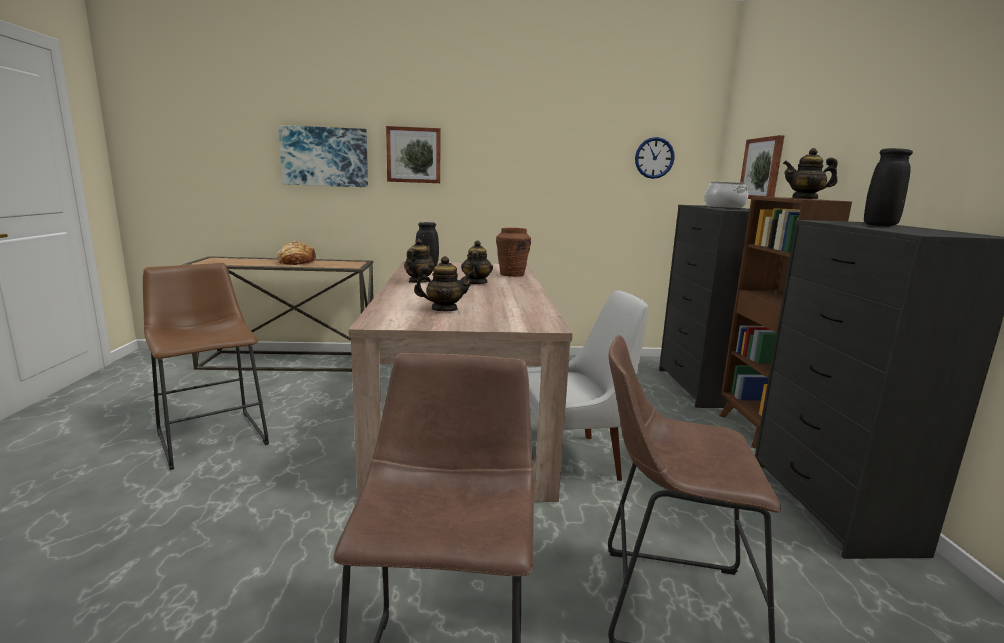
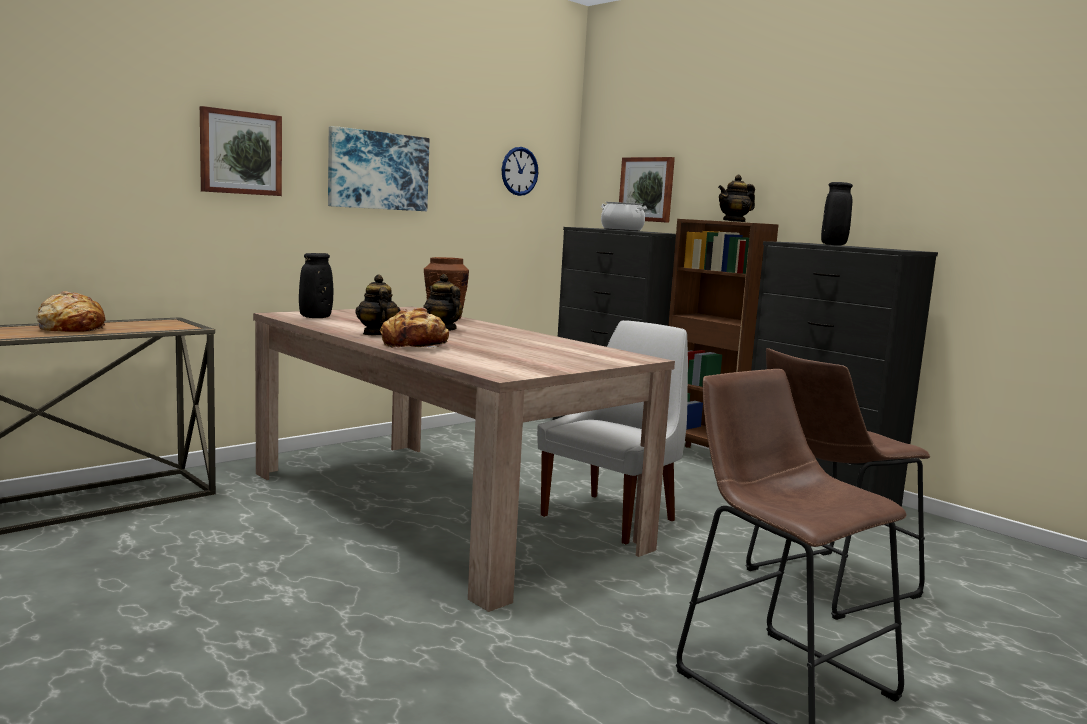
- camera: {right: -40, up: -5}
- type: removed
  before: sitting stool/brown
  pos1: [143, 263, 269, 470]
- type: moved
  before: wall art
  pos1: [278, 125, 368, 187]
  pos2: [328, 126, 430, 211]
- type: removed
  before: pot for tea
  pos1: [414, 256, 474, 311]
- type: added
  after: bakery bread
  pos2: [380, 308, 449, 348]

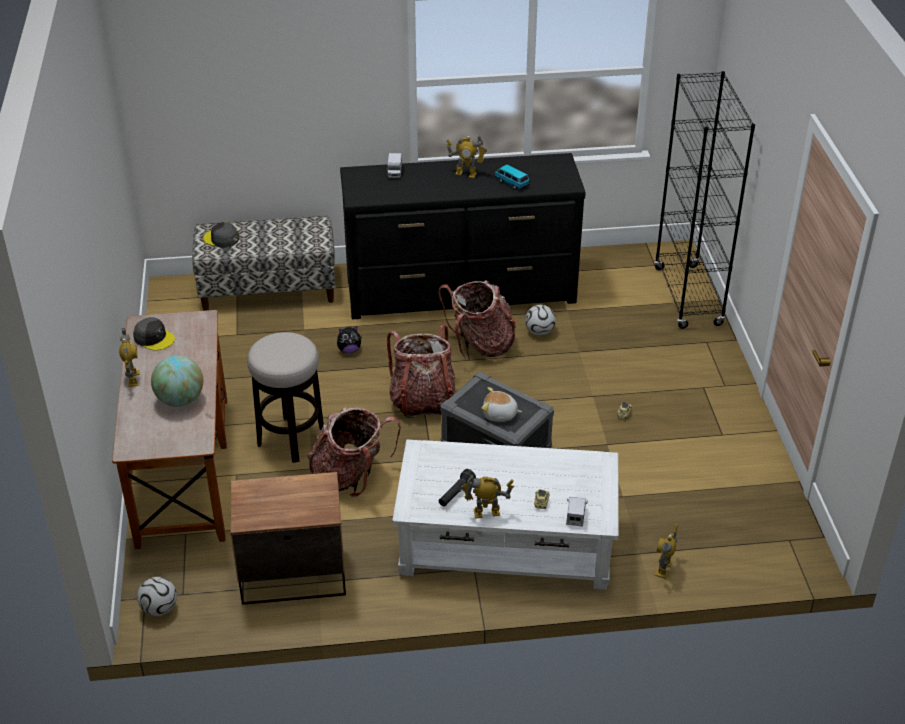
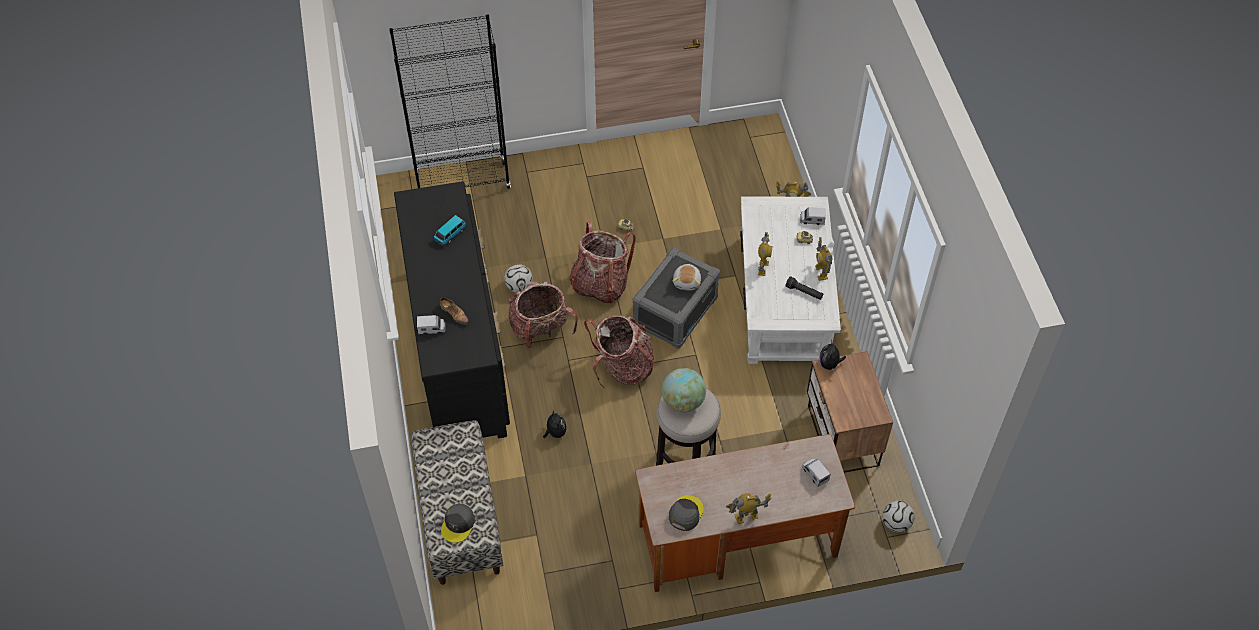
- camera: {right: -95, up: 15}
- type: moved
  before: world globe
  pos1: [151, 355, 203, 407]
  pos2: [662, 368, 706, 412]
- type: moved
  before: backpack
  pos1: [307, 407, 401, 497]
  pos2: [569, 222, 636, 304]
- type: moved
  before: toy robot
  pos1: [446, 135, 487, 178]
  pos2: [758, 232, 773, 276]
- type: added
  after: item of footwear
  pos2: [439, 297, 469, 325]
- type: added
  after: model truck
  pos2: [802, 458, 830, 487]
- type: added
  after: plush toy
  pos2: [819, 340, 846, 373]

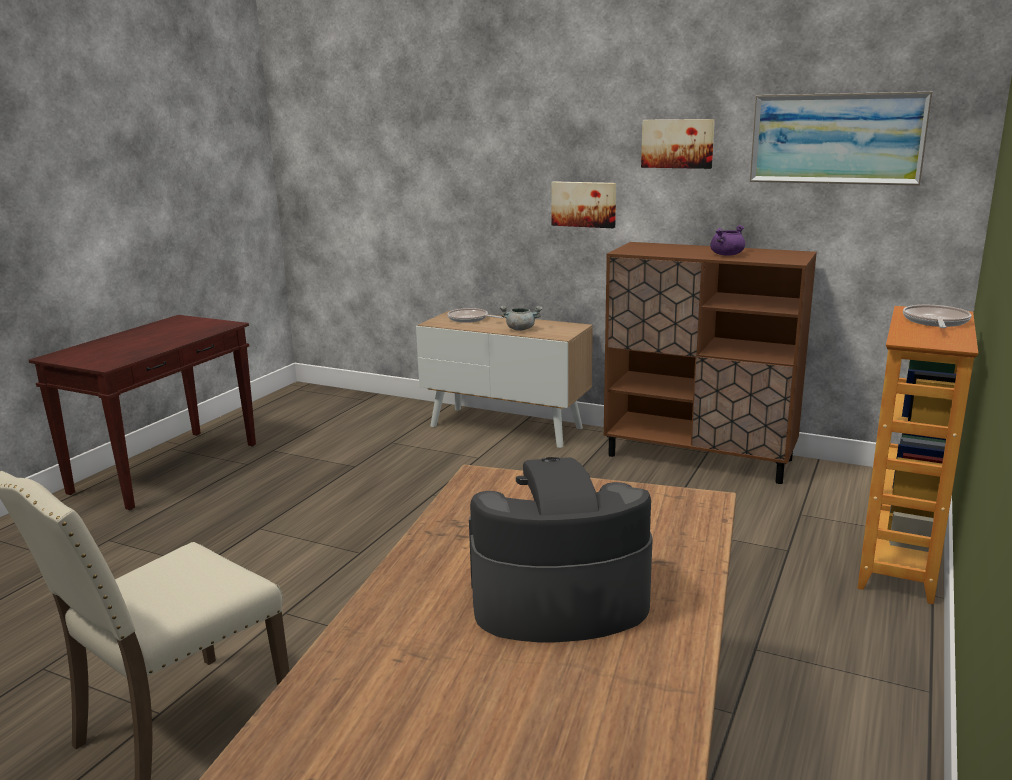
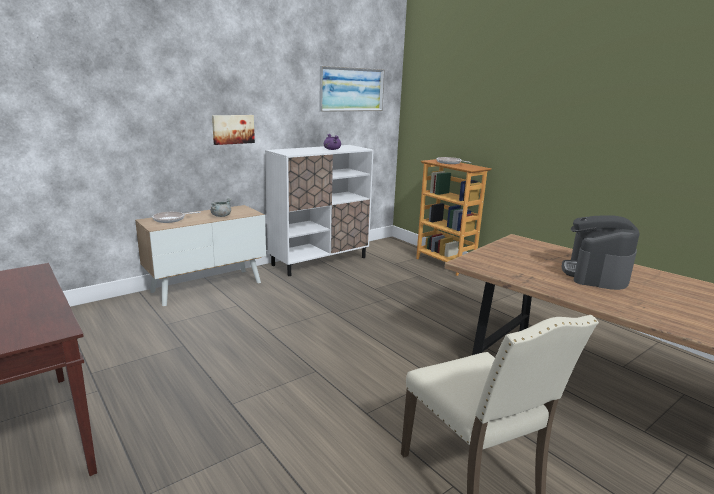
- camera: {right: -65, up: 0}
- type: recoloured
  before: storage cabinet/brown
  after: storage cabinet/whitish
  pos1: [604, 242, 817, 484]
  pos2: [265, 145, 374, 276]
- type: removed
  before: wall art
  pos1: [641, 119, 715, 169]

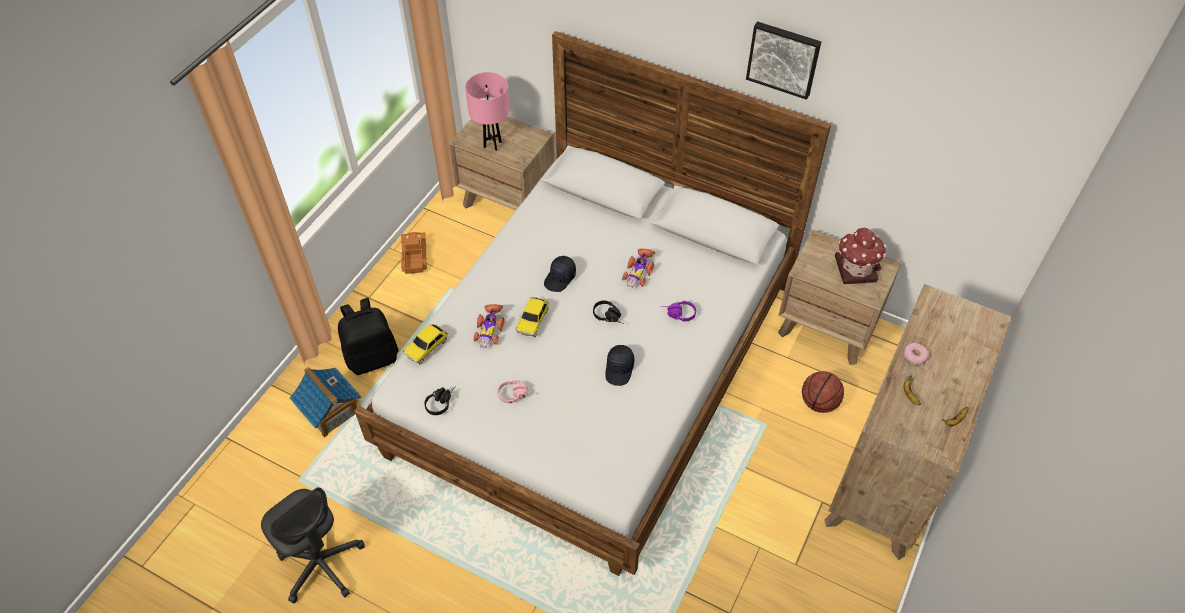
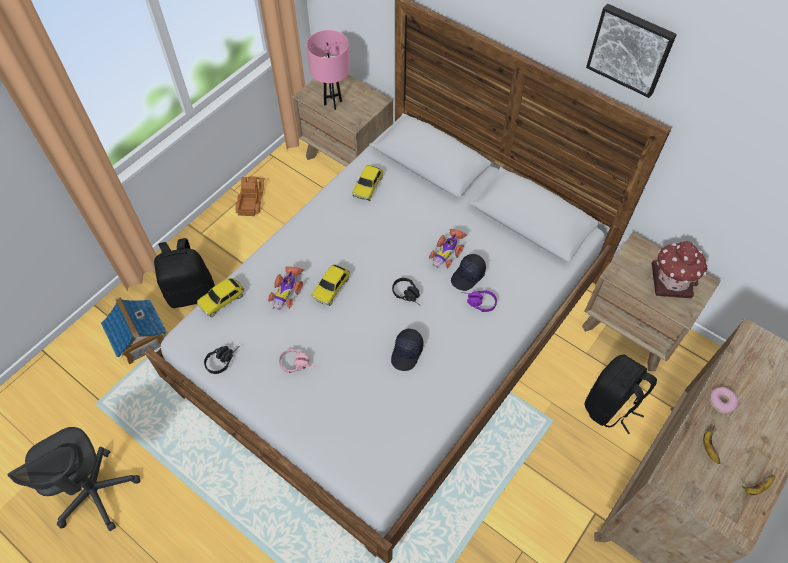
- camera: {right: 10, up: 5}
- type: moved
  before: cap/black
  pos1: [544, 256, 576, 292]
  pos2: [451, 254, 486, 291]
- type: replaced
  before: ball for basketball
  after: backpack/black
  pos1: [802, 371, 844, 413]
  pos2: [585, 355, 657, 434]
- type: added
  after: model car
  pos2: [352, 165, 383, 201]

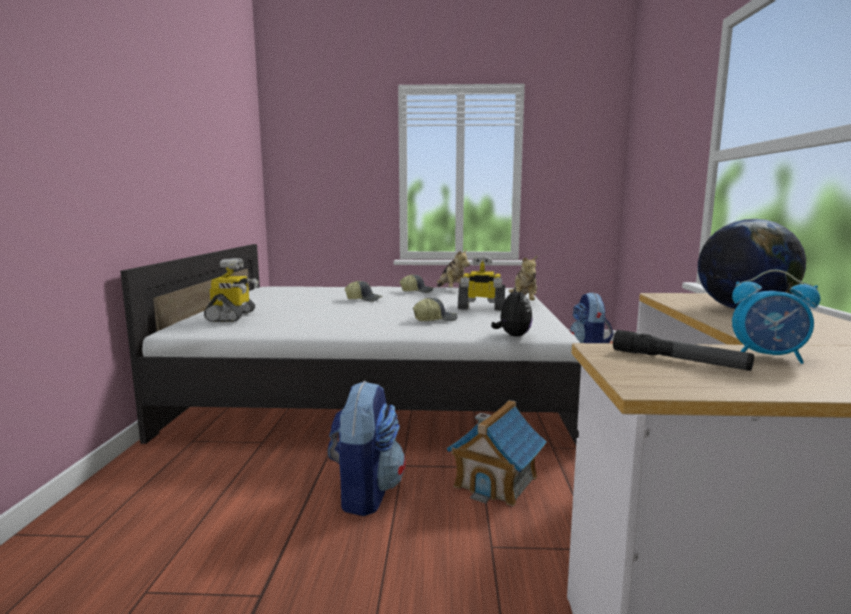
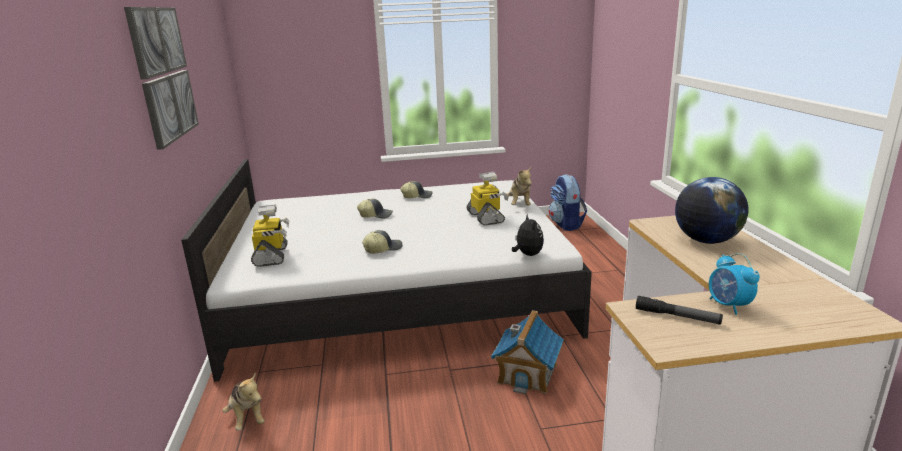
- camera: {right: -10, up: 10}
- type: removed
  before: backpack
  pos1: [328, 381, 406, 516]
- type: moved
  before: cap
  pos1: [413, 298, 458, 321]
  pos2: [362, 230, 402, 254]
- type: moved
  before: plush toy
  pos1: [437, 249, 470, 288]
  pos2: [223, 373, 265, 431]
- type: turned
  before: toy robot
  pos1: [458, 256, 505, 310]
  pos2: [467, 172, 509, 226]
  turn: -105
- type: turned
  before: alarm clock
  pos1: [732, 270, 821, 364]
  pos2: [709, 253, 760, 315]
  turn: 60
- type: added
  after: wall art
  pos2: [124, 7, 199, 150]

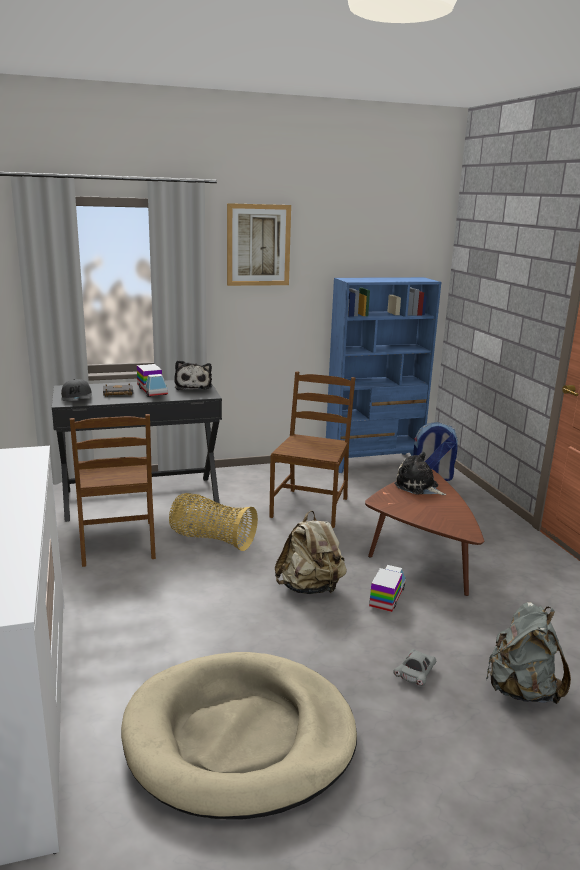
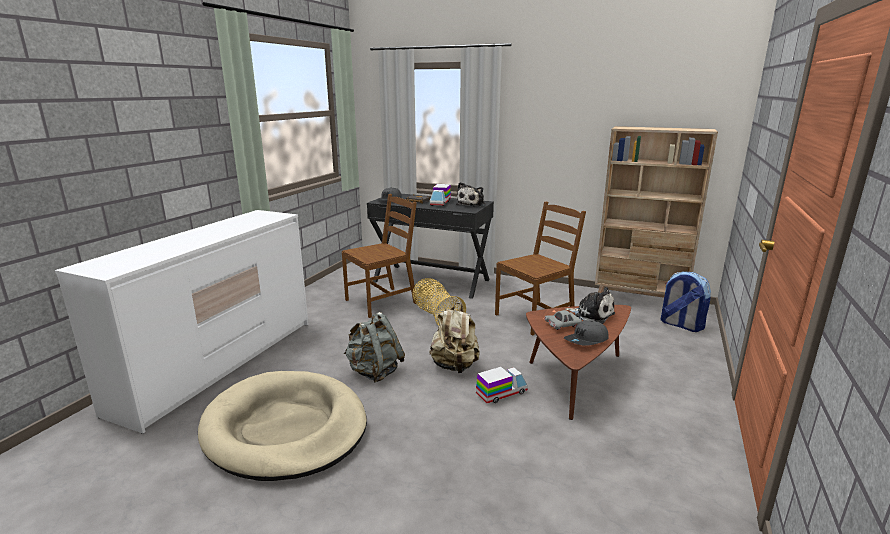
- camera: {right: 40, up: 0}
- type: turned
  before: chair/brown
  pos1: [70, 414, 156, 567]
  pos2: [342, 194, 417, 318]
  turn: -150
- type: removed
  before: wall art
  pos1: [227, 203, 291, 286]
- type: recoloured
  before: bookshelf/bluish
  after: bookshelf/beige
  pos1: [326, 277, 441, 473]
  pos2: [595, 126, 718, 297]
- type: moved
  before: model car/grey
  pos1: [393, 649, 436, 686]
  pos2: [544, 310, 582, 330]
- type: turned
  before: plush toy
  pos1: [394, 451, 446, 495]
  pos2: [565, 287, 615, 324]
  turn: 135
- type: moved
  before: backpack/grey
  pos1: [486, 602, 571, 704]
  pos2: [344, 312, 405, 382]
- type: added
  after: cap/grey
  pos2: [564, 320, 609, 346]

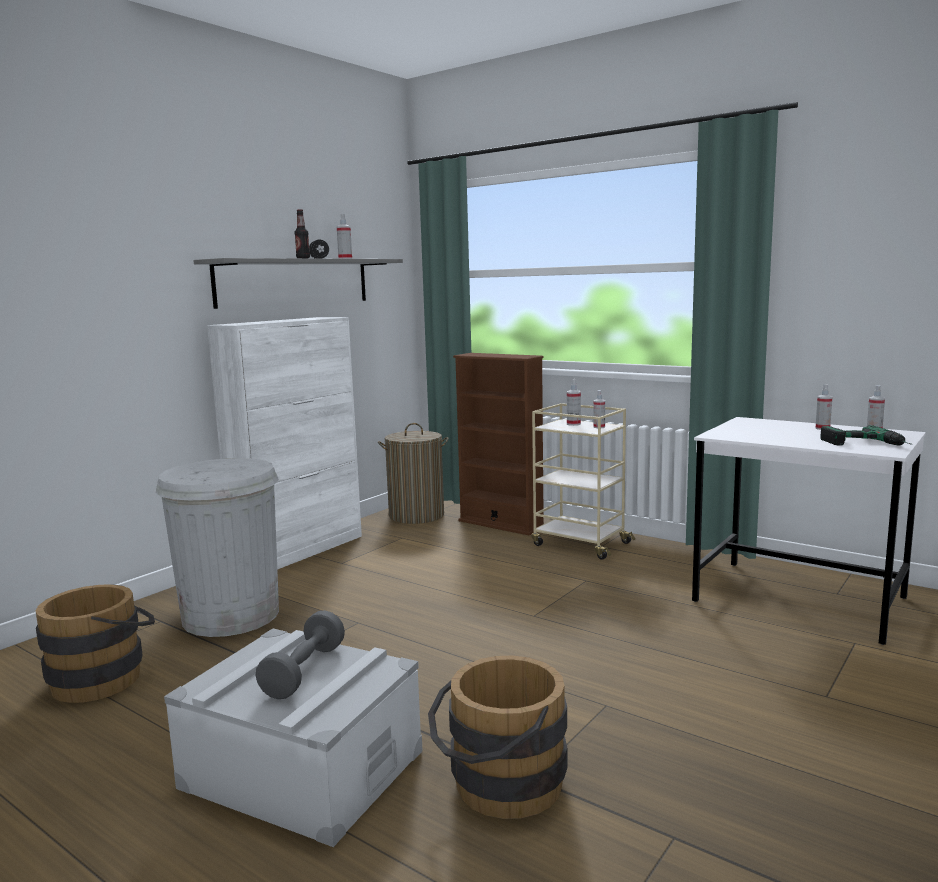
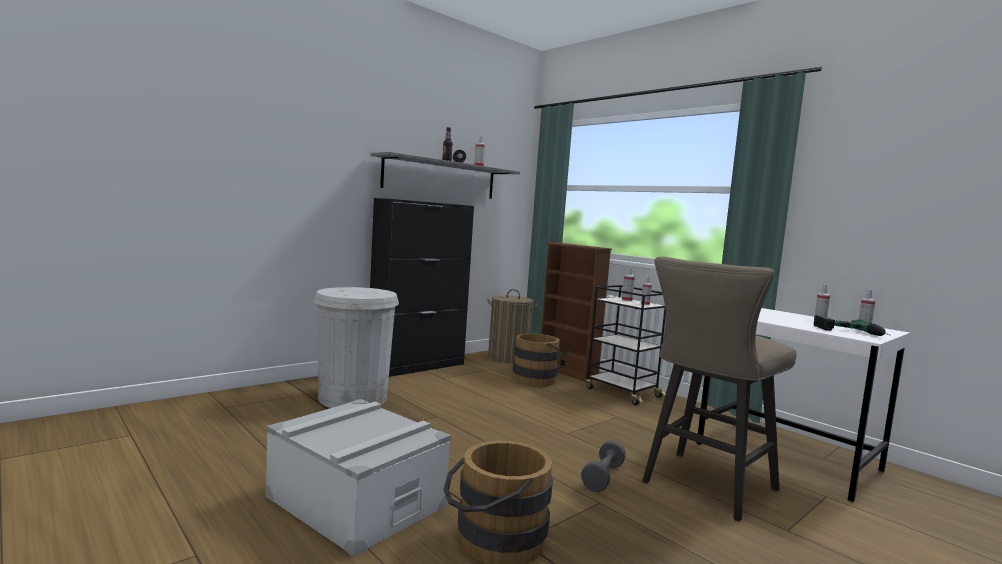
- camera: {right: 10, up: -5}
- type: moved
  before: bucket/brown
  pos1: [36, 584, 155, 703]
  pos2: [513, 333, 568, 387]
- type: recoloured
  before: storage cabinet/whitish
  after: storage cabinet/black
  pos1: [207, 317, 362, 570]
  pos2: [370, 198, 474, 377]
- type: moved
  before: dumbbell/grey
  pos1: [255, 610, 345, 699]
  pos2: [581, 440, 626, 492]
- type: recoloured
  before: cart/beige
  after: cart/black
  pos1: [532, 403, 635, 560]
  pos2: [585, 285, 666, 405]
- type: added
  after: sitting stool/beige
  pos2: [643, 256, 796, 521]

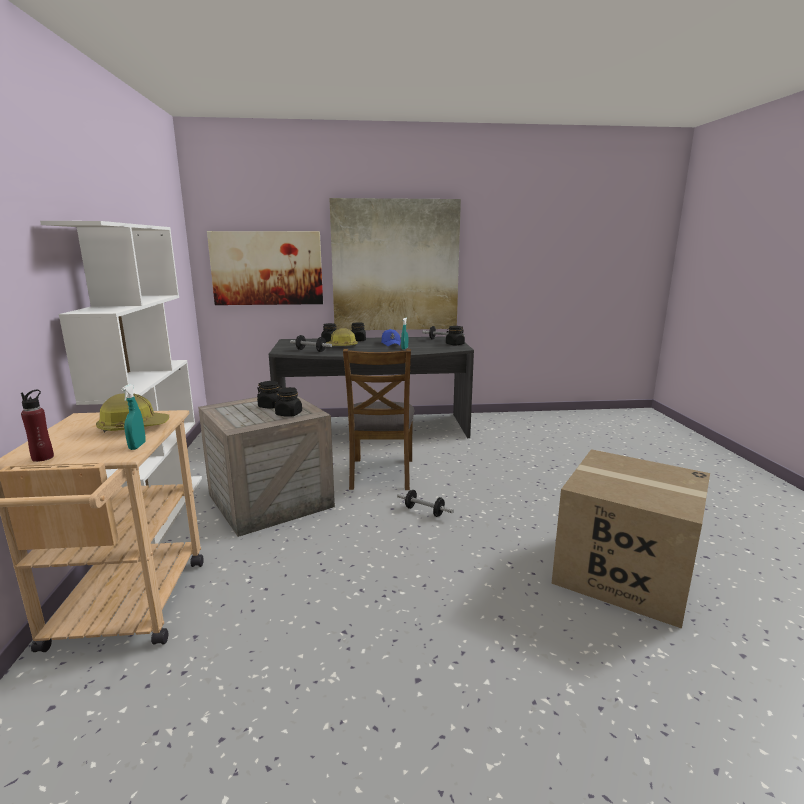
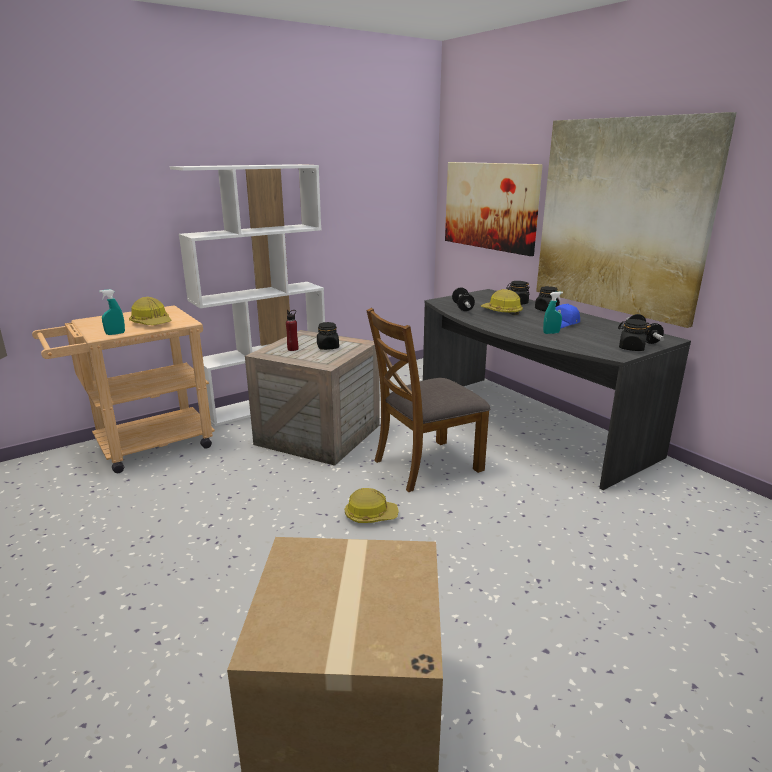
- camera: {right: 60, up: 5}
- type: moved
  before: beverage bottle/red
  pos1: [21, 390, 54, 462]
  pos2: [286, 310, 298, 351]
- type: removed
  before: preserve jar/black
  pos1: [275, 387, 302, 417]
- type: replaced
  before: dumbbell
  after: hard hat
  pos1: [397, 490, 454, 517]
  pos2: [345, 488, 398, 523]

